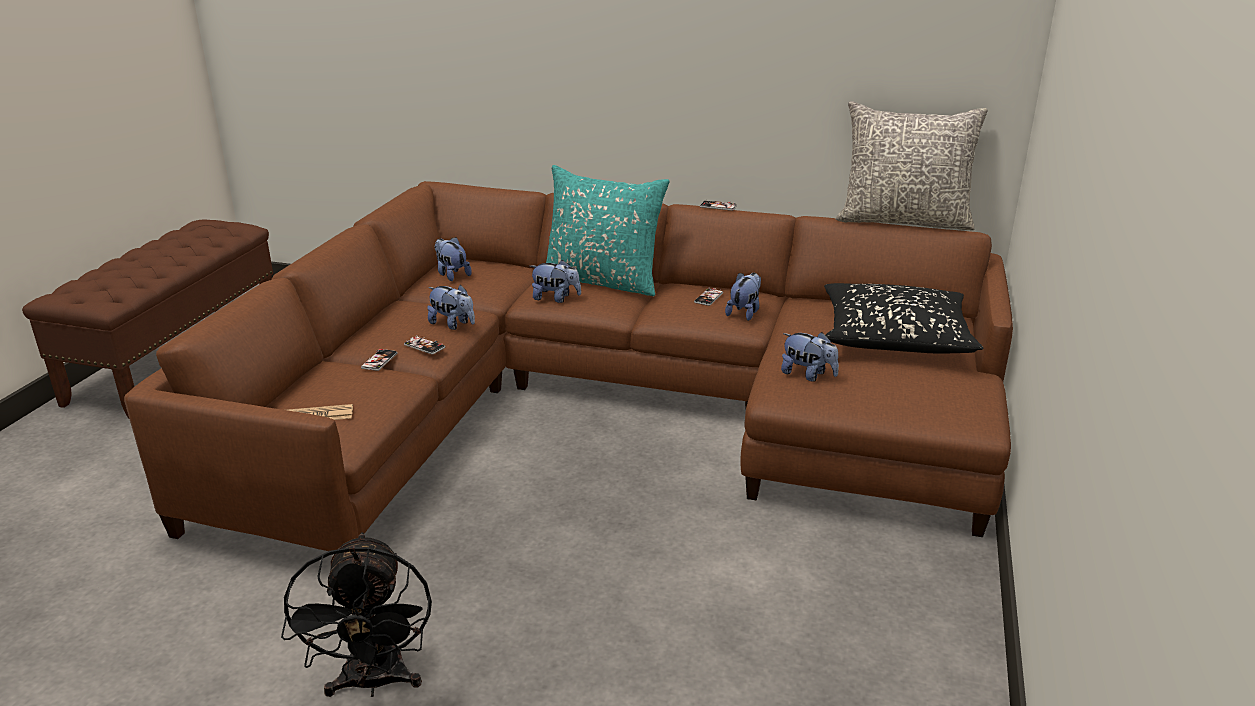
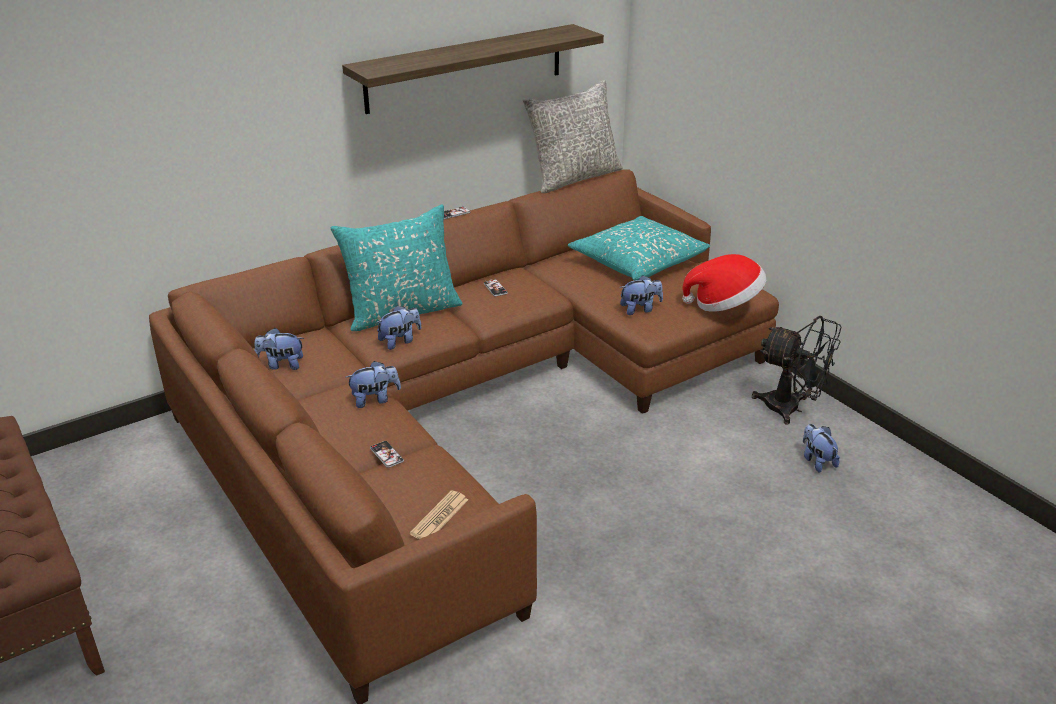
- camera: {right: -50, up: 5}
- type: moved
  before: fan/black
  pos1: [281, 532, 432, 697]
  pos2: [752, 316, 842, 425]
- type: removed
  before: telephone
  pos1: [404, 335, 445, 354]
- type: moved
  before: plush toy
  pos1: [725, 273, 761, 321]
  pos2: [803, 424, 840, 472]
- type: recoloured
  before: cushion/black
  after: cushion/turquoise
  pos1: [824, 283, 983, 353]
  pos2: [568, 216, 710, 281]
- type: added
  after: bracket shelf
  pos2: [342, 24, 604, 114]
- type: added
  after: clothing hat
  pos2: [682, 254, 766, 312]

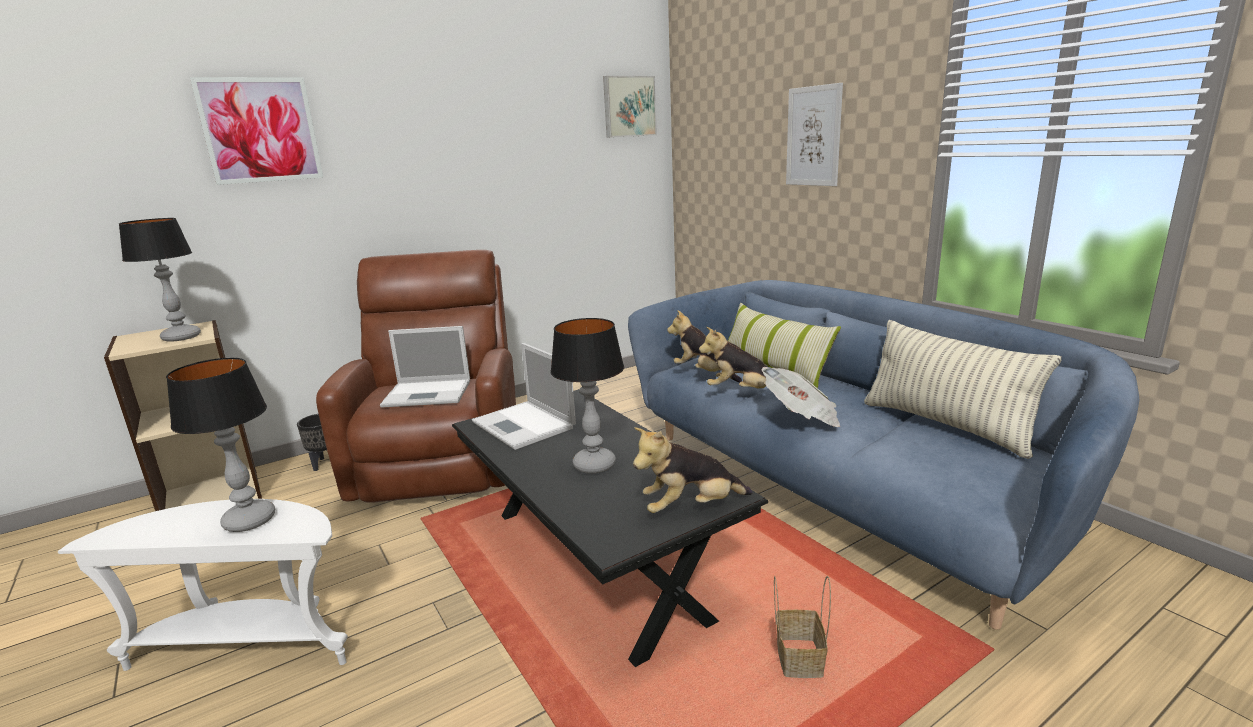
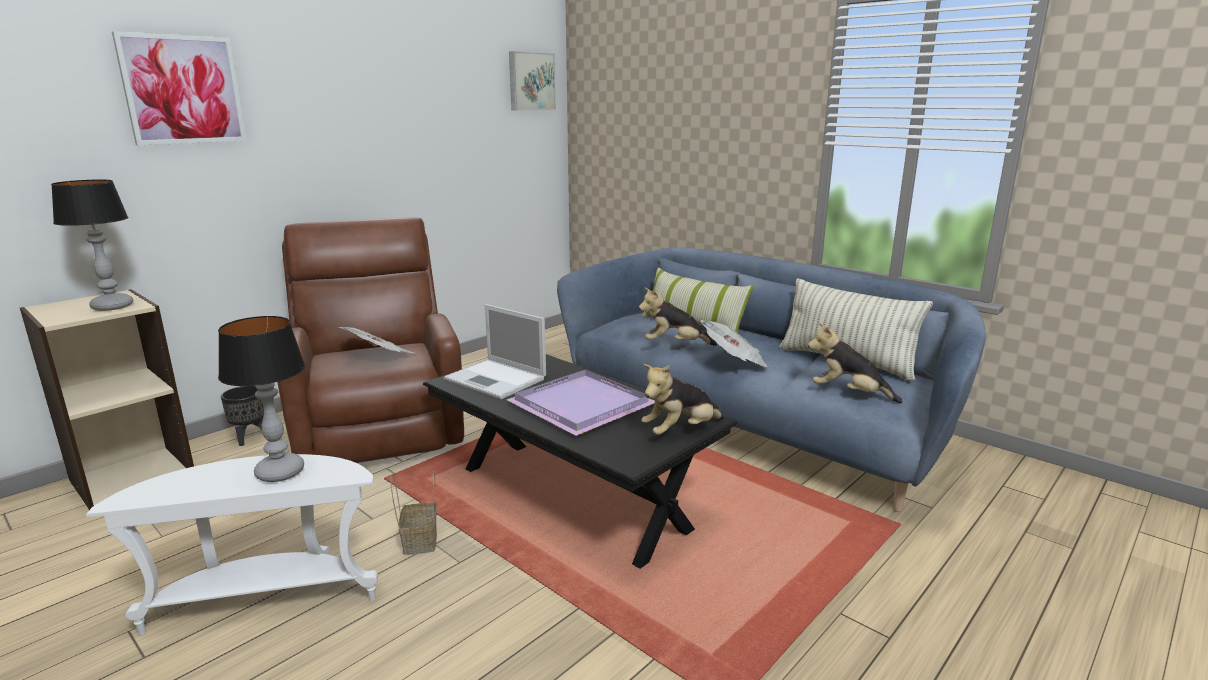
- camera: {right: -15, up: 0}
- type: replaced
  before: portable computer
  after: newspaper
  pos1: [380, 326, 470, 408]
  pos2: [339, 327, 414, 353]
- type: replaced
  before: tabletop lamp
  after: serving tray/purple
  pos1: [550, 318, 624, 474]
  pos2: [507, 369, 655, 436]
- type: moved
  before: plush toy
  pos1: [667, 310, 742, 383]
  pos2: [808, 322, 903, 403]
- type: moved
  before: storage basket
  pos1: [774, 576, 831, 678]
  pos2: [391, 470, 437, 555]
- type: removed
  before: wall art
  pos1: [786, 83, 843, 186]

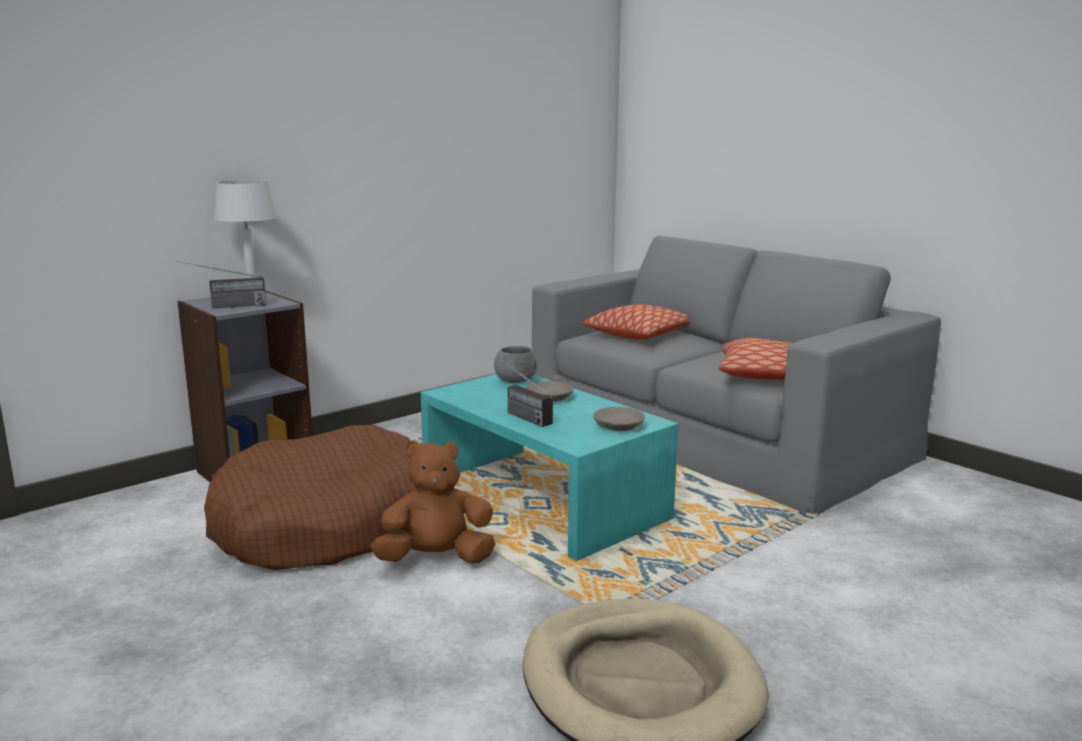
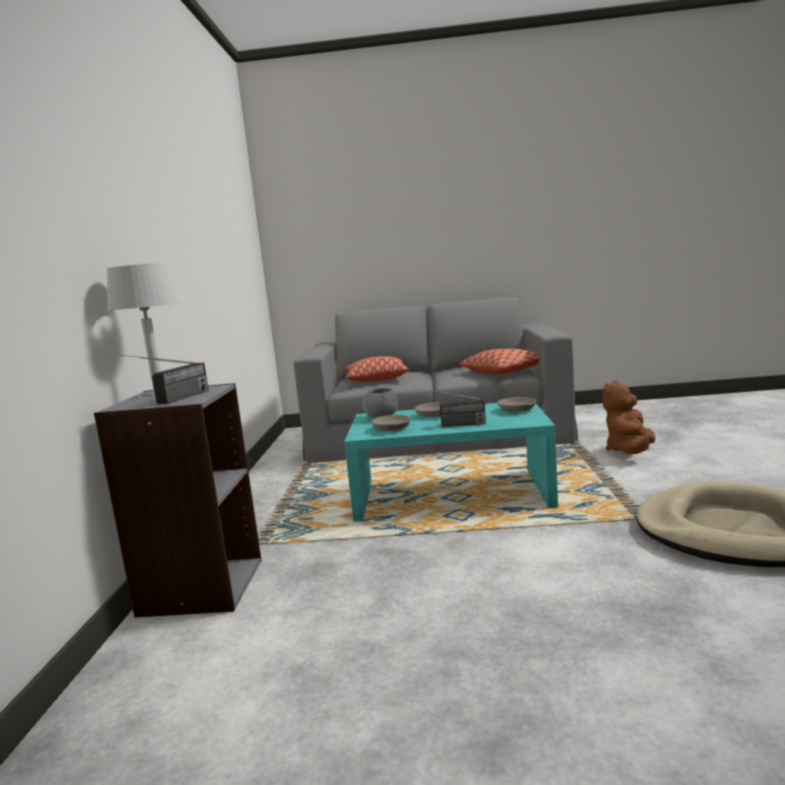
- camera: {right: -45, up: -5}
- type: removed
  before: pet bed/brown
  pos1: [204, 425, 415, 570]
- type: moved
  before: plush toy/brown
  pos1: [371, 440, 495, 564]
  pos2: [602, 380, 655, 454]
- type: added
  after: deep dish/grey
  pos2: [371, 415, 411, 431]

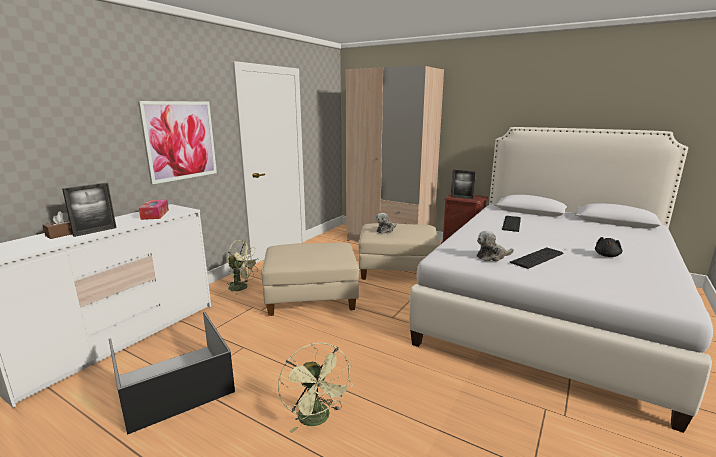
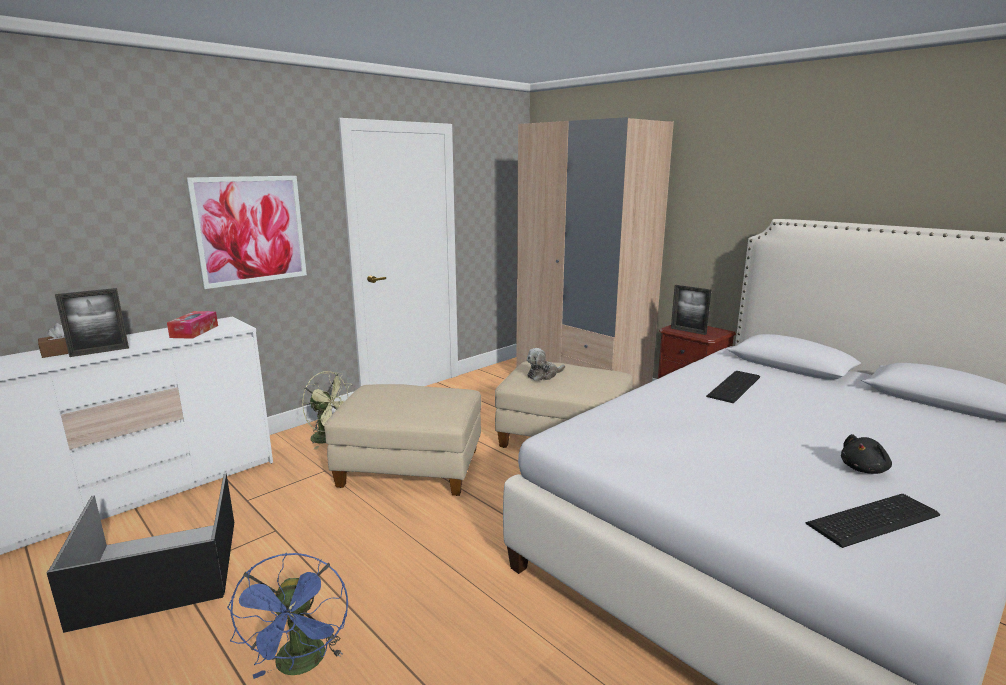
- camera: {right: 15, up: 0}
- type: recoloured
  before: fan/greenish
  after: fan/bluish
  pos1: [278, 343, 353, 433]
  pos2: [227, 553, 348, 679]
- type: removed
  before: plush toy
  pos1: [477, 231, 514, 261]
- type: moved
  before: computer keyboard
  pos1: [510, 248, 564, 269]
  pos2: [806, 494, 940, 548]

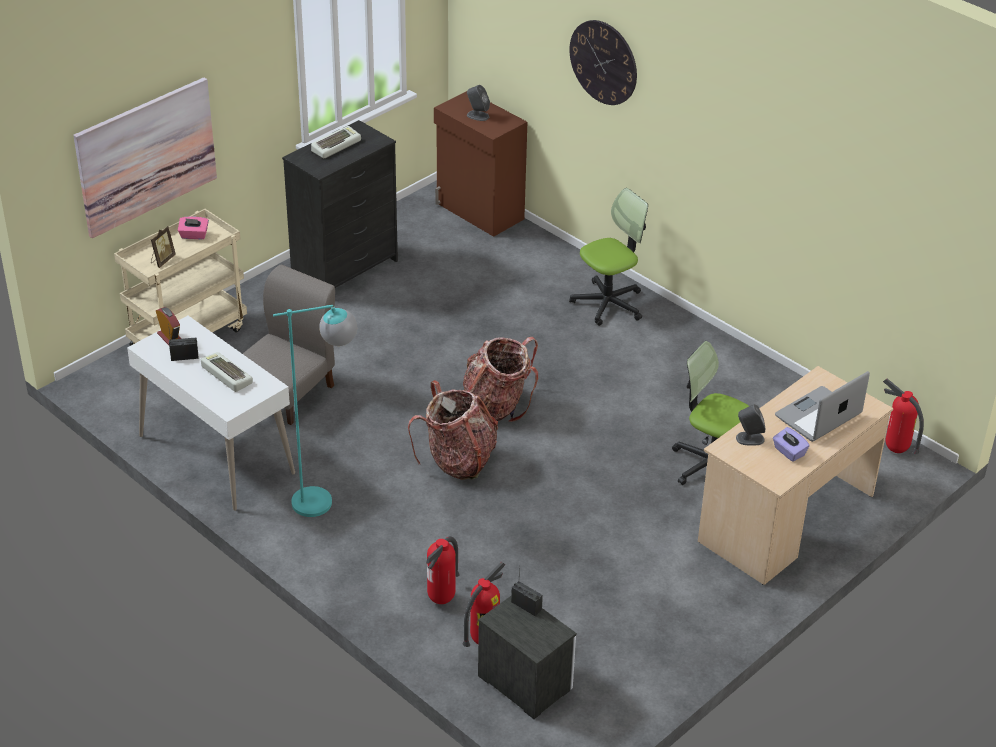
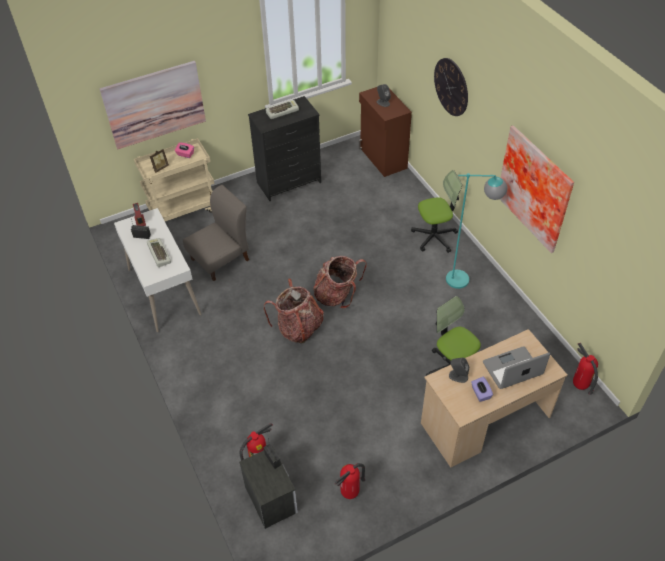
- camera: {right: 20, up: 10}
- type: moved
  before: standard lamp/turquoise
  pos1: [273, 305, 357, 517]
  pos2: [446, 173, 507, 289]
- type: moved
  before: fire-fighting cylinder
  pos1: [426, 536, 460, 604]
  pos2: [335, 463, 365, 499]
- type: added
  after: wall art
  pos2: [500, 125, 574, 253]

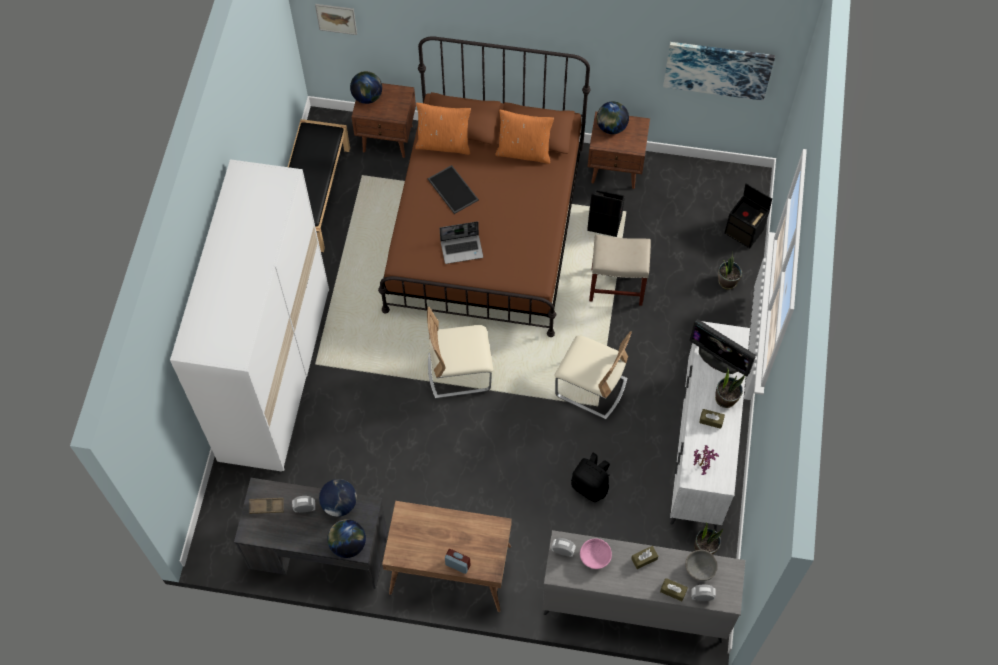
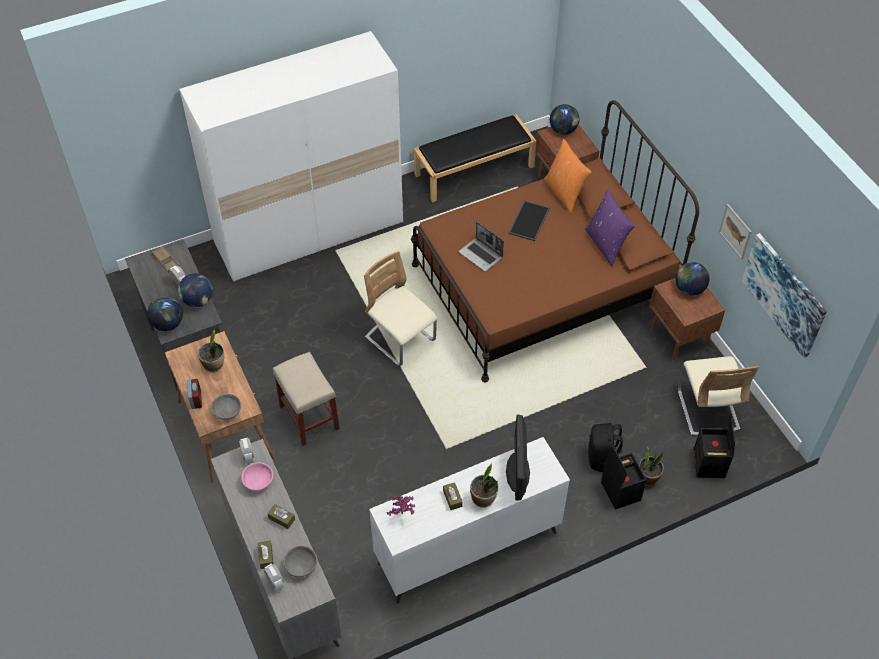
- camera: {right: 55, up: -10}
- type: moved
  before: wall art
  pos1: [315, 4, 357, 35]
  pos2: [719, 204, 752, 259]
- type: recoloured
  before: cushion/orangey
  after: cushion/purple
  pos1: [495, 110, 554, 164]
  pos2: [585, 189, 635, 266]
- type: moved
  before: chair/beige
  pos1: [555, 331, 632, 419]
  pos2: [678, 356, 759, 436]
- type: moved
  before: backpack/black
  pos1: [571, 453, 610, 502]
  pos2: [588, 423, 623, 472]
- type: moved
  before: storage container/black
  pos1: [587, 189, 625, 237]
  pos2: [601, 445, 647, 510]
- type: moved
  before: sitting stool/beige
  pos1: [589, 235, 651, 306]
  pos2: [273, 352, 340, 446]
- type: moved
  before: plant in a pot
  pos1: [695, 522, 723, 554]
  pos2: [198, 329, 224, 372]
- type: added
  after: deep dish/grey
  pos2: [211, 394, 241, 420]

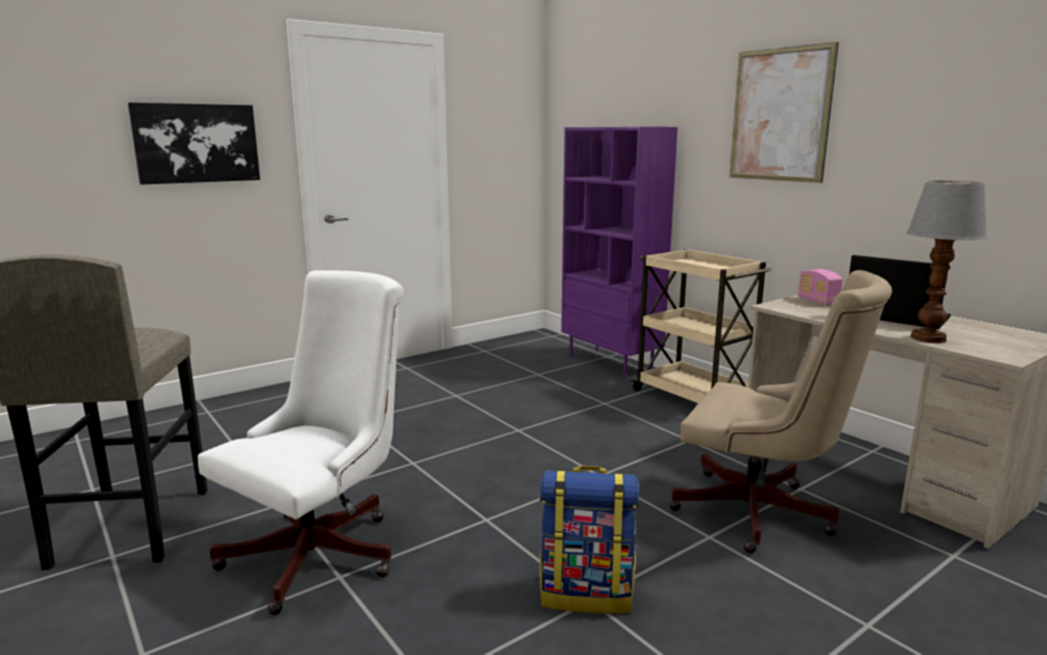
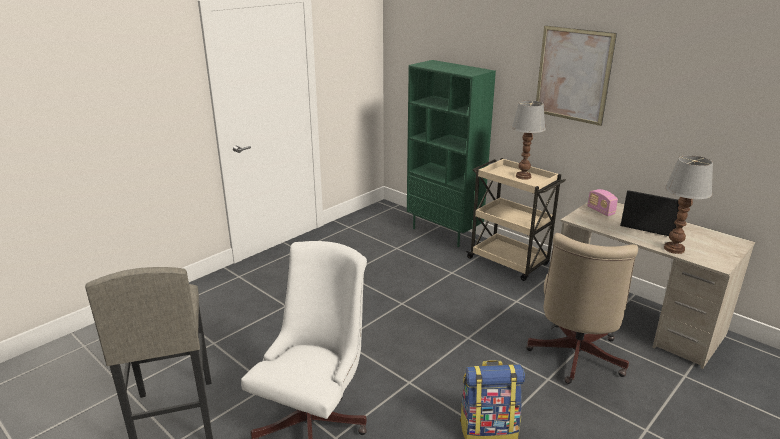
- camera: {right: -10, up: 10}
- type: removed
  before: wall art
  pos1: [128, 102, 260, 185]
- type: recoloured
  before: bookshelf/purple
  after: bookshelf/greenish
  pos1: [561, 127, 678, 378]
  pos2: [407, 60, 496, 247]
- type: turned
  before: computer chair/beige
  pos1: [669, 270, 892, 553]
  pos2: [526, 233, 638, 384]
  turn: 90
- type: added
  after: tabletop lamp
  pos2: [511, 100, 546, 180]

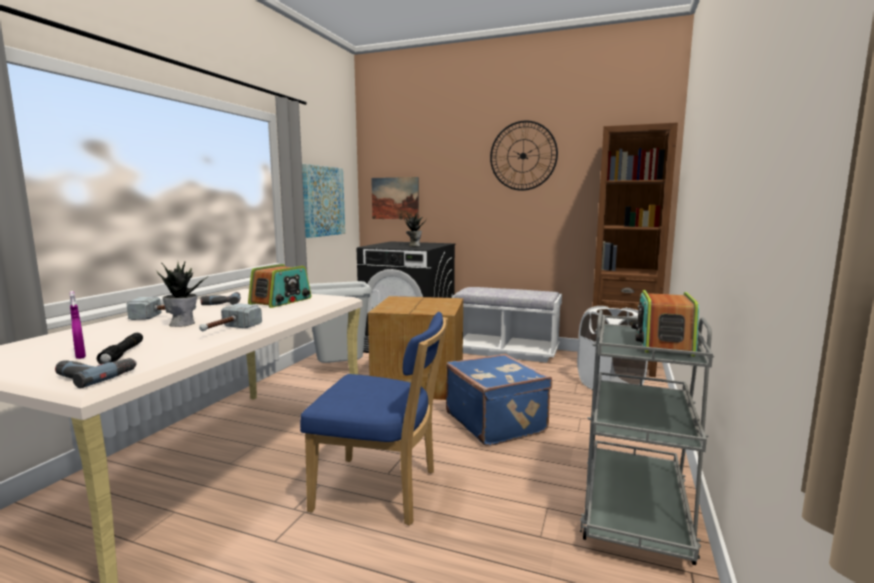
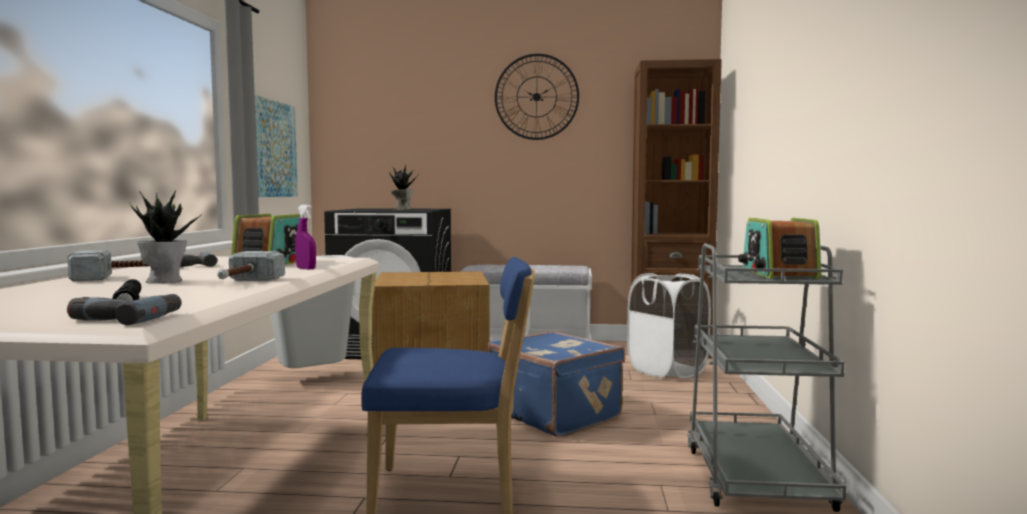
- camera: {right: -15, up: -5}
- type: moved
  before: spray bottle/purple
  pos1: [69, 291, 86, 359]
  pos2: [295, 205, 316, 270]
- type: removed
  before: wall art
  pos1: [371, 177, 419, 219]

